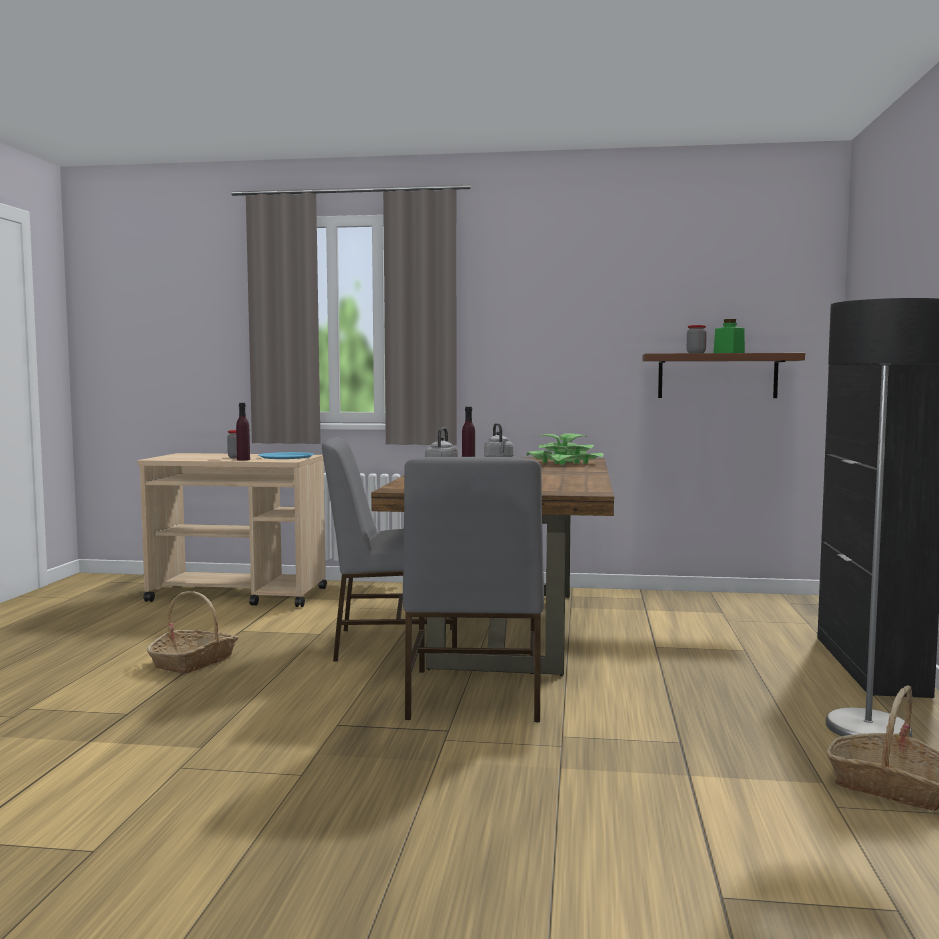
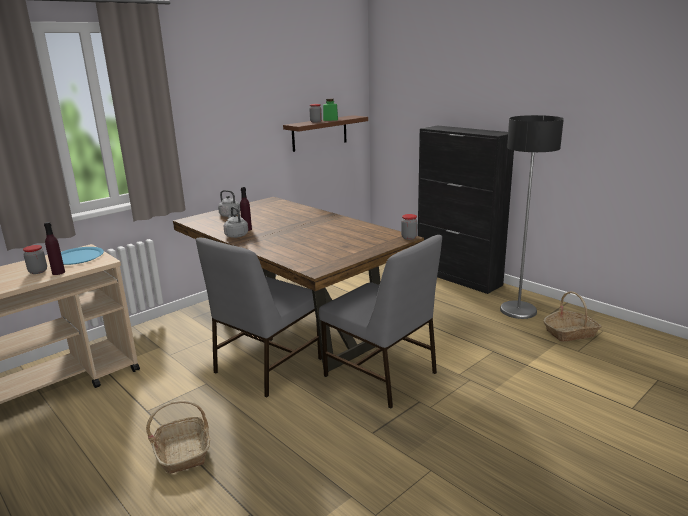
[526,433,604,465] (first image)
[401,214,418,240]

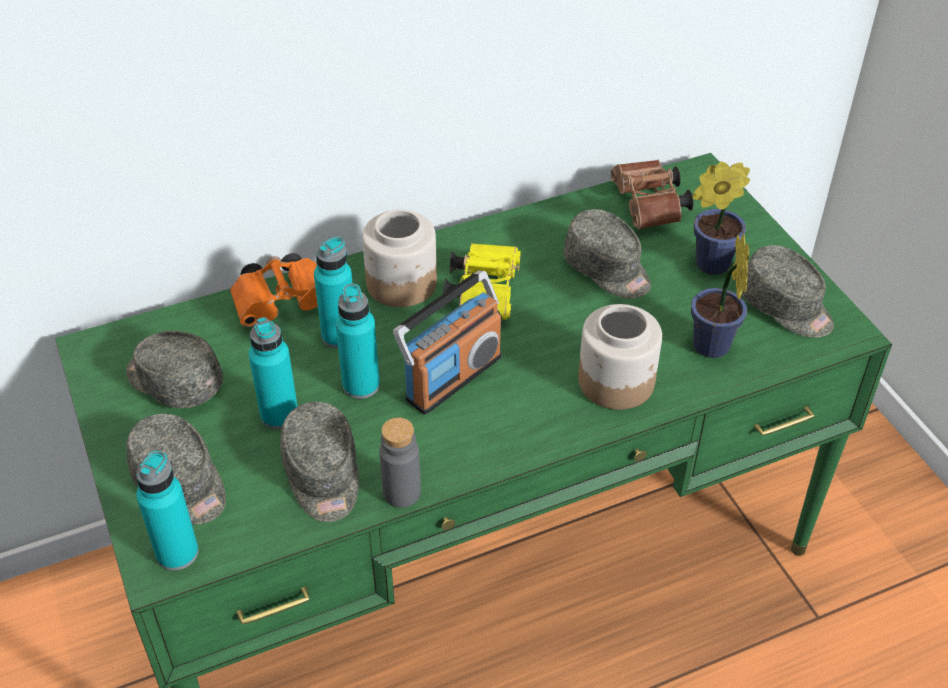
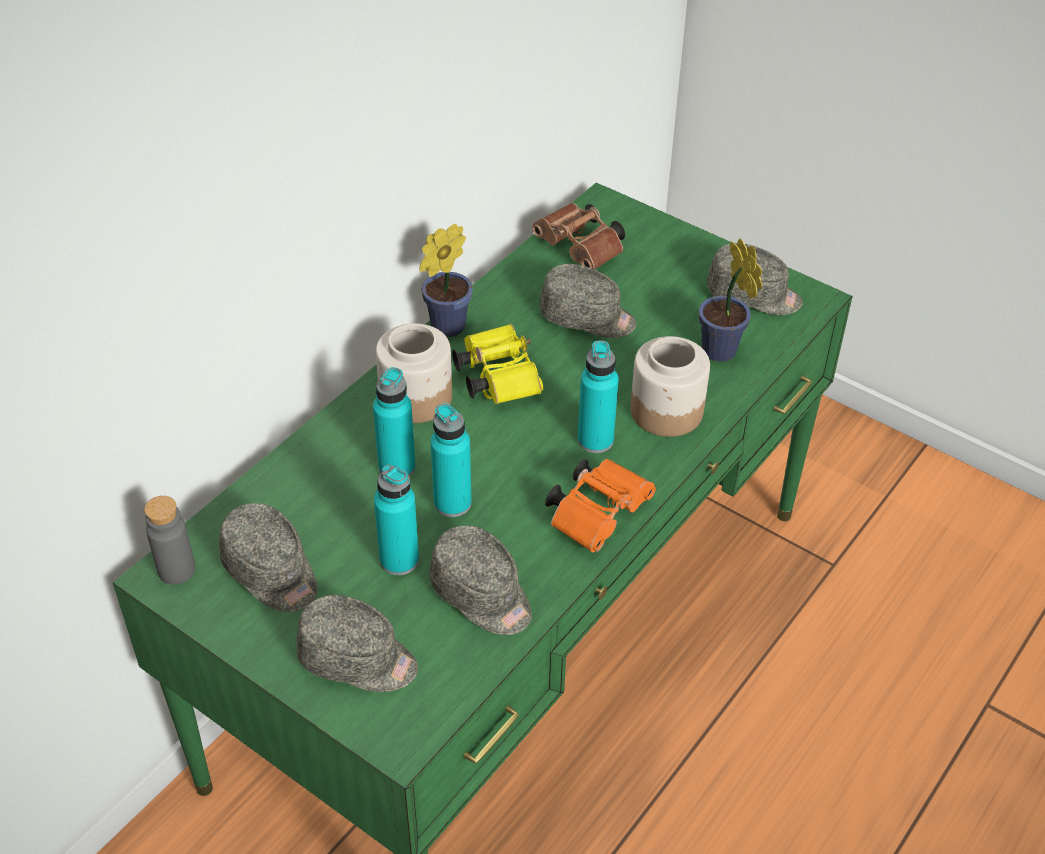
[419,224,473,337]
[545,459,656,553]
[393,270,502,415] (first image)
[219,503,317,612]
[144,496,195,585]
[578,340,619,453]

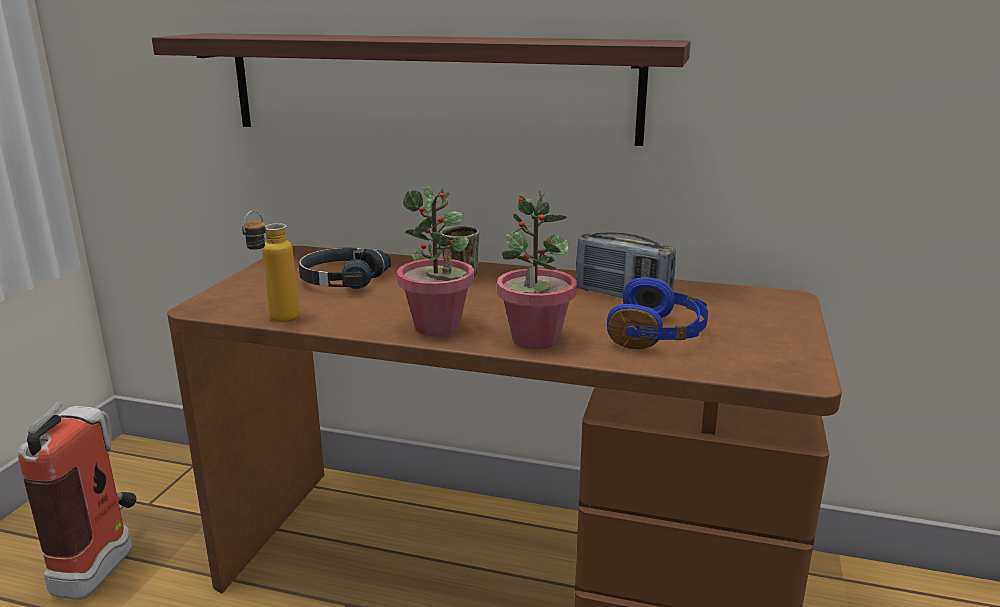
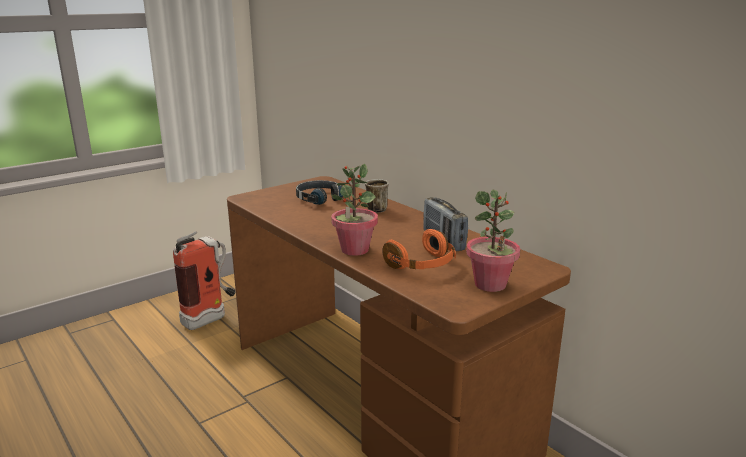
[152,33,691,146] (first image)
[466,189,520,292]
[242,211,299,322] (first image)
[383,229,456,269]

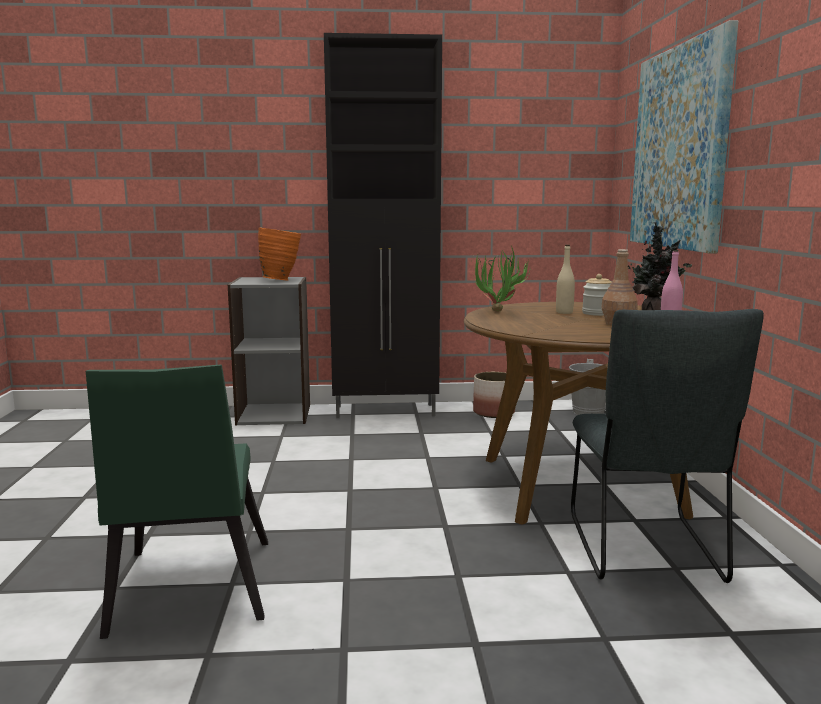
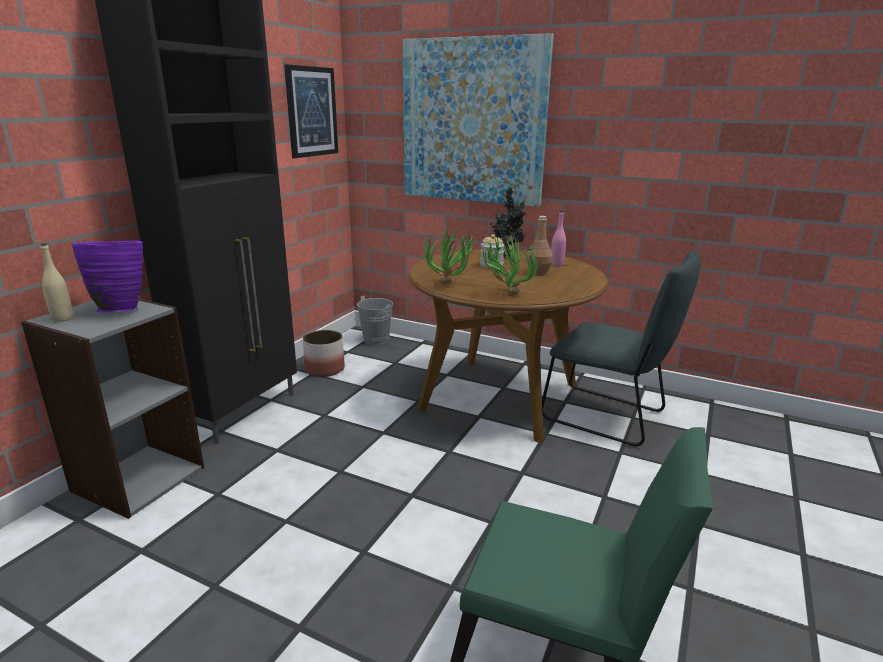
[72,240,143,313]
[41,243,73,322]
[284,64,338,158]
[482,234,538,295]

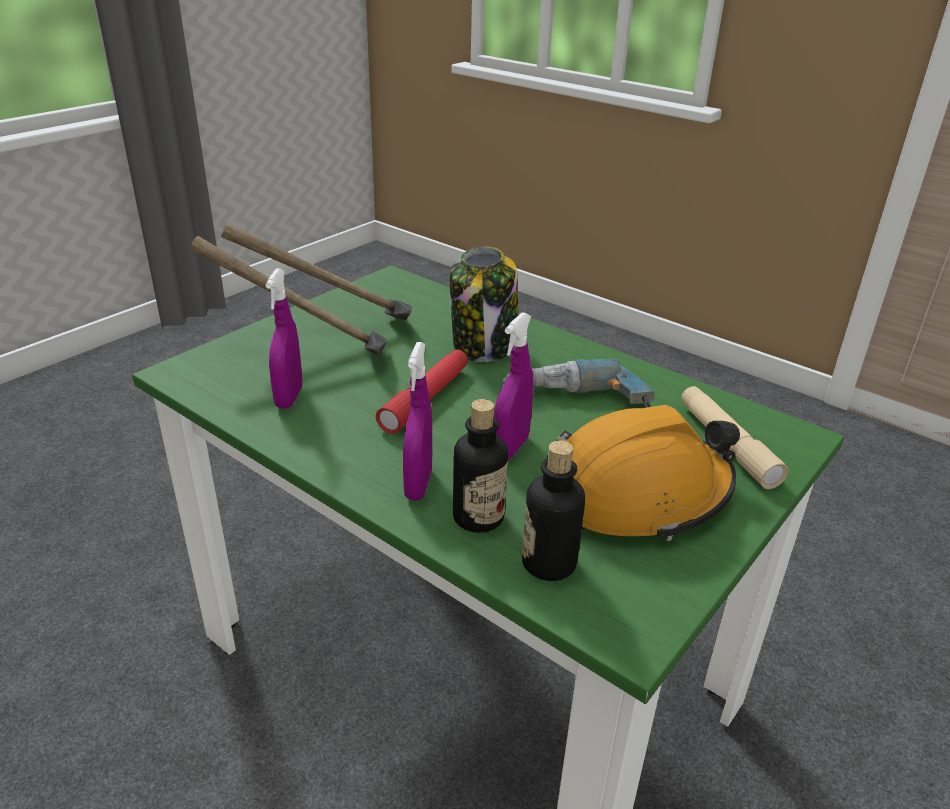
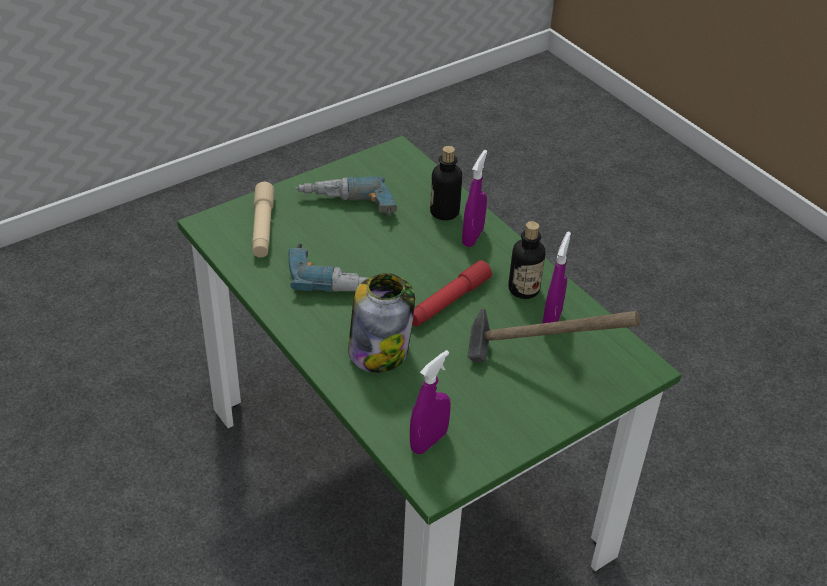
[221,223,412,320] (first image)
[410,350,451,454]
[296,176,397,217]
[509,221,545,299]

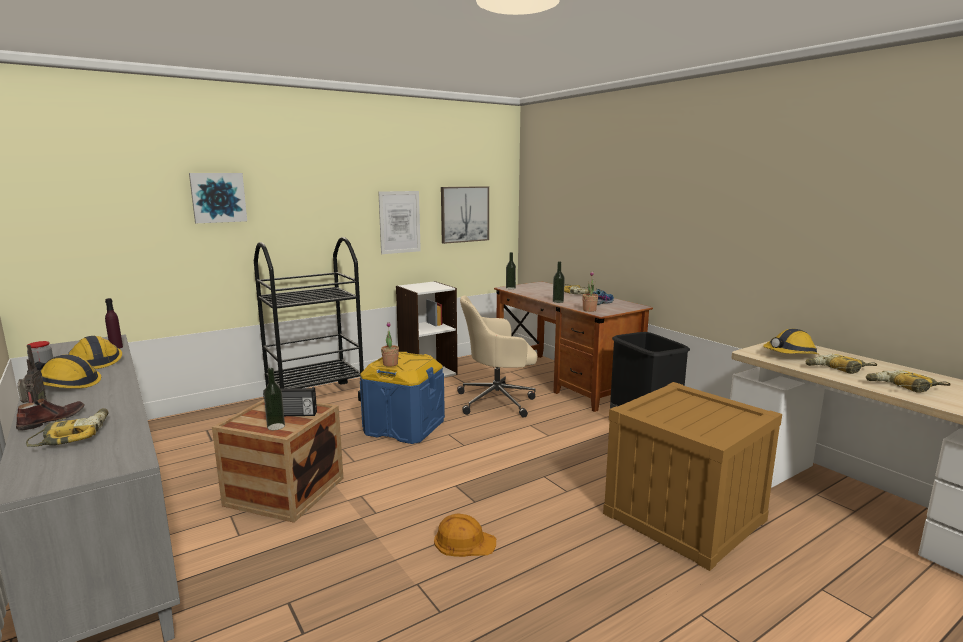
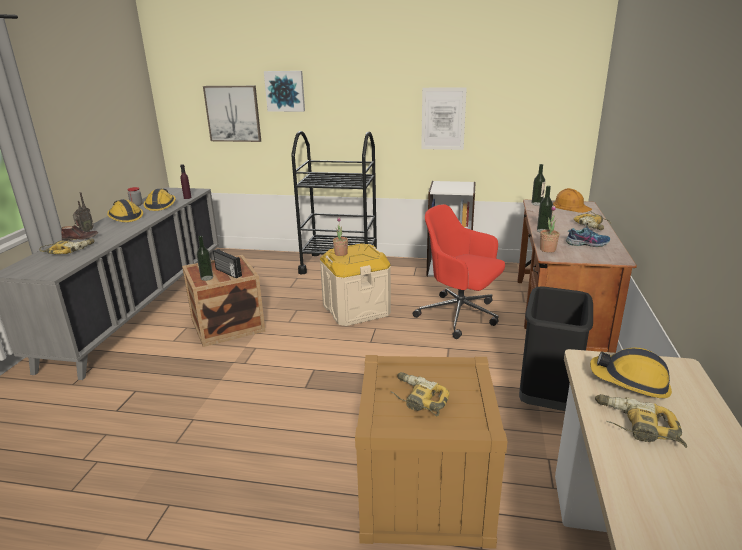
[203,86,261,142]
[413,204,505,339]
[320,243,391,326]
[391,372,450,417]
[553,188,592,213]

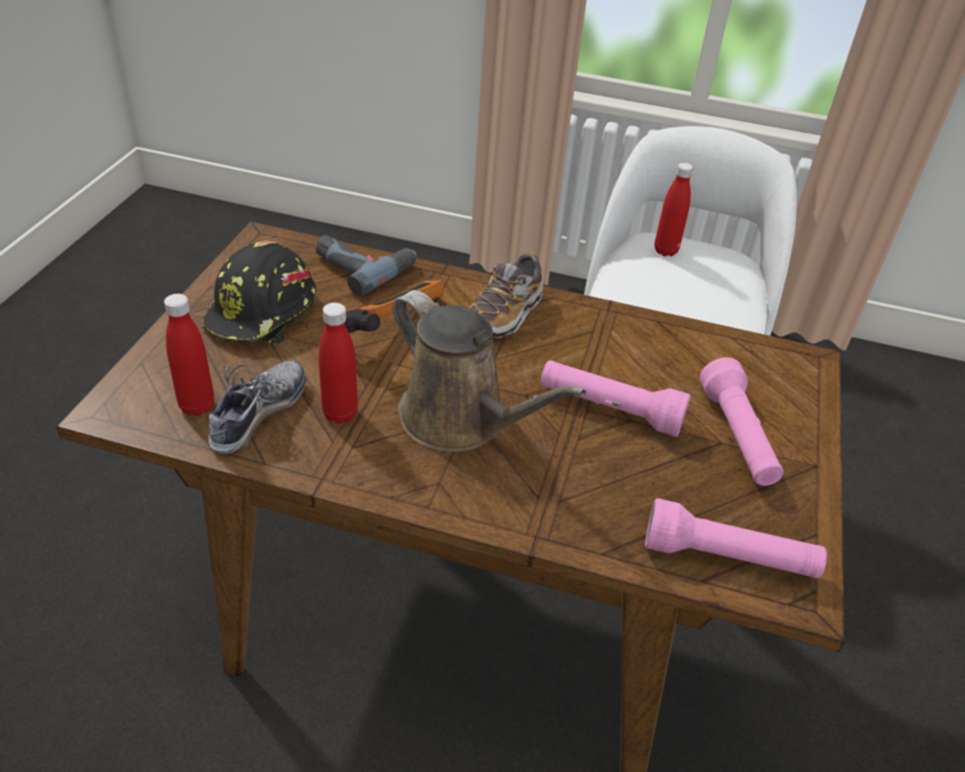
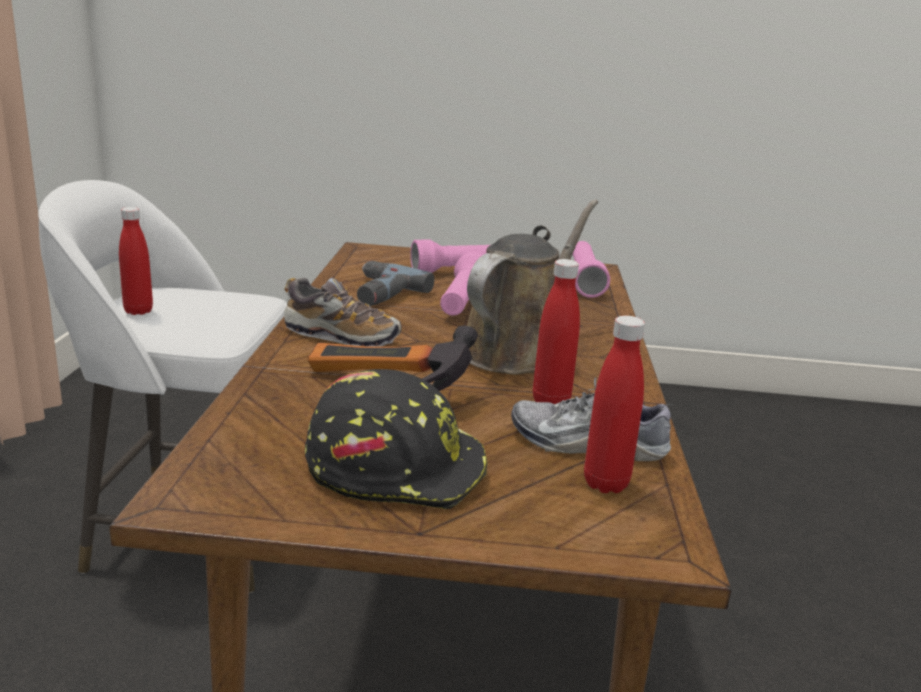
[357,261,434,306]

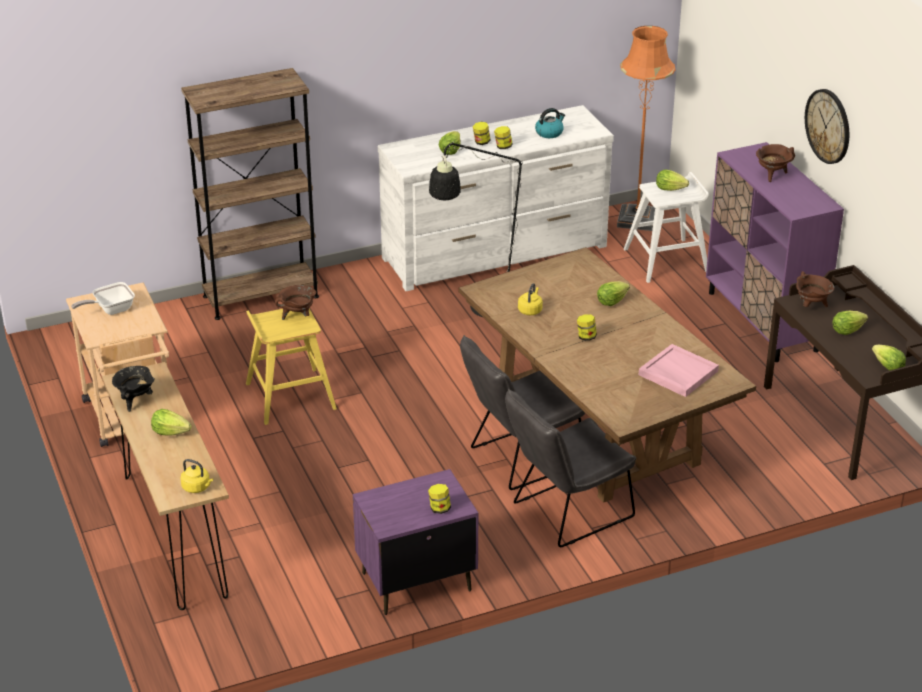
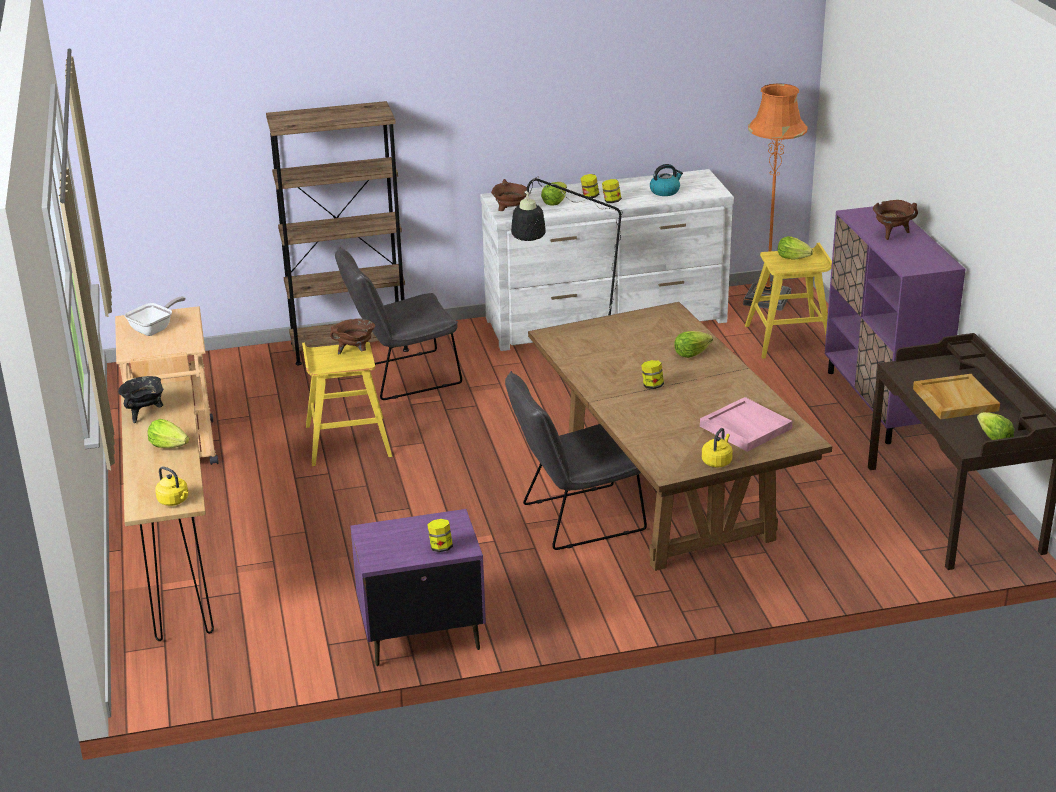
[805,89,849,164] (first image)
[745,243,832,359]
[491,179,529,211]
[124,296,186,336]
[702,428,733,467]
[913,374,1000,420]
[335,247,462,400]

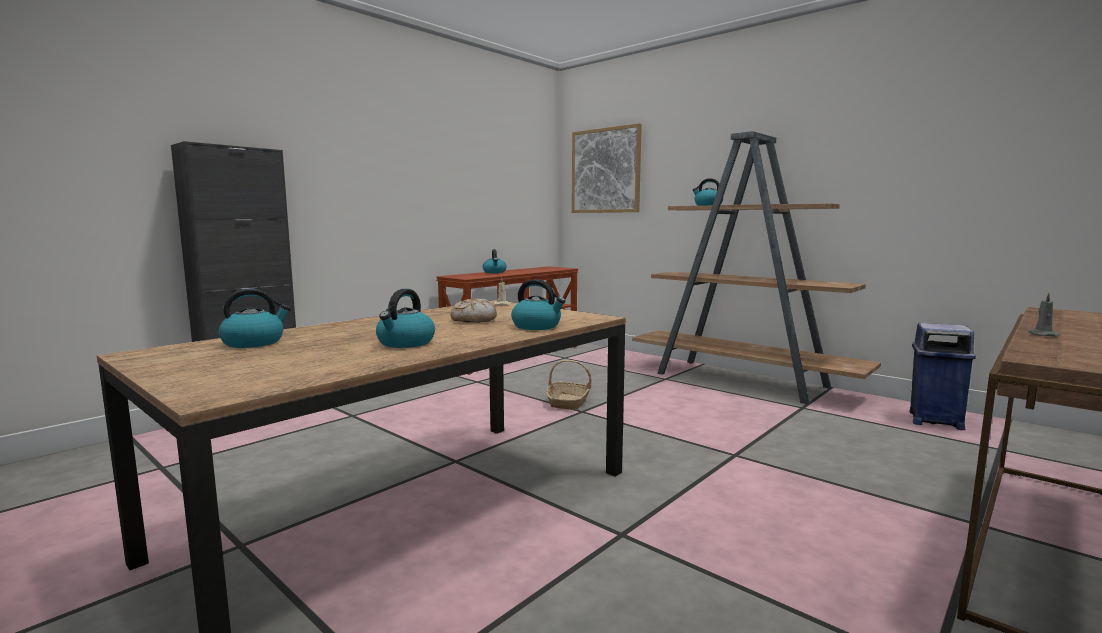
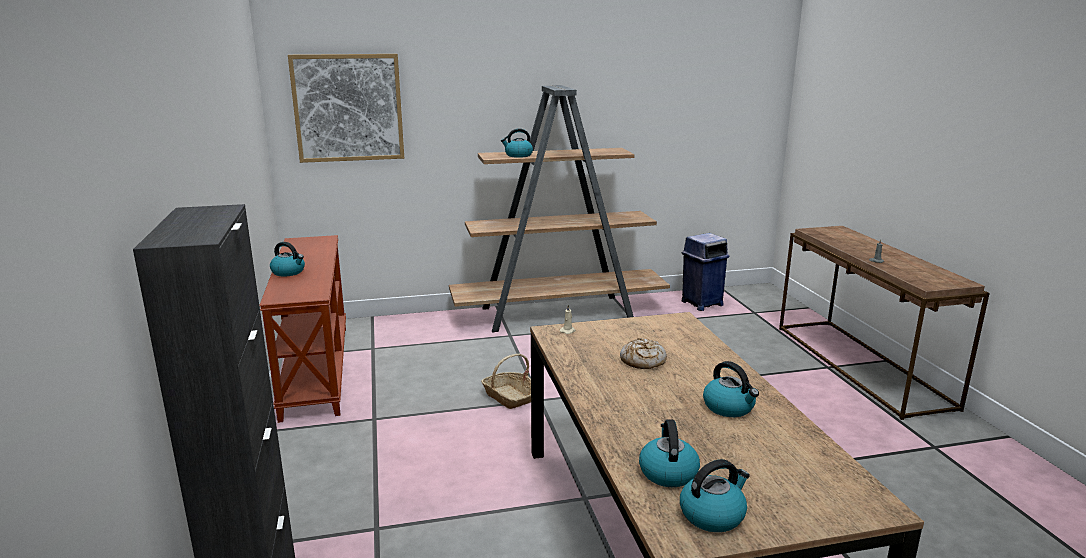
[680,459,750,532]

